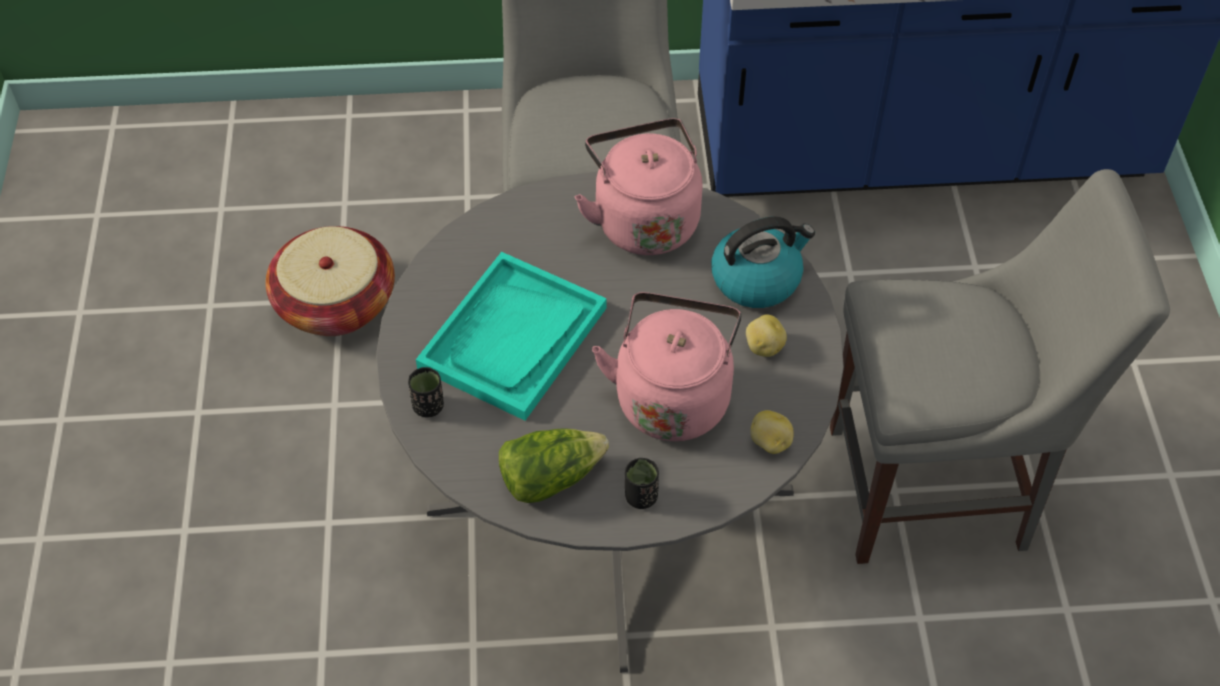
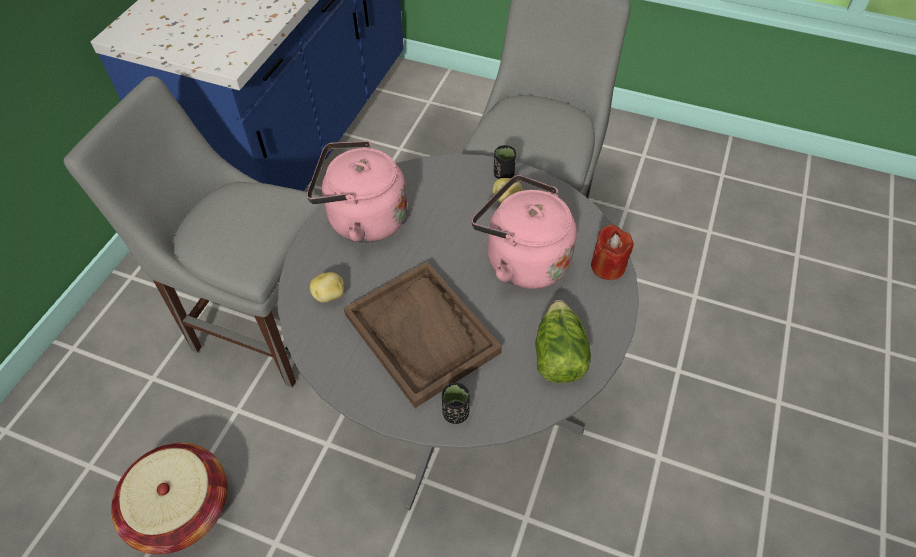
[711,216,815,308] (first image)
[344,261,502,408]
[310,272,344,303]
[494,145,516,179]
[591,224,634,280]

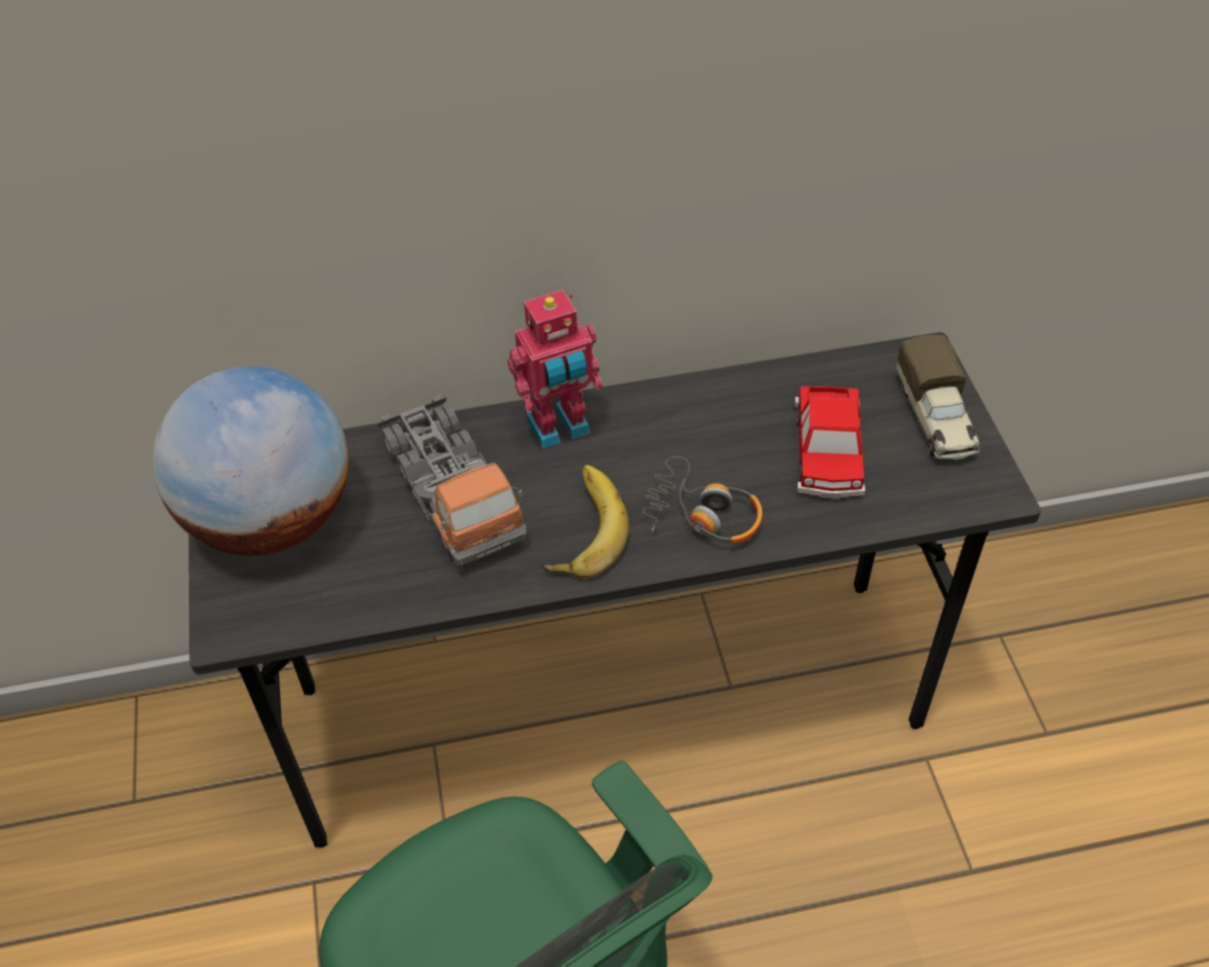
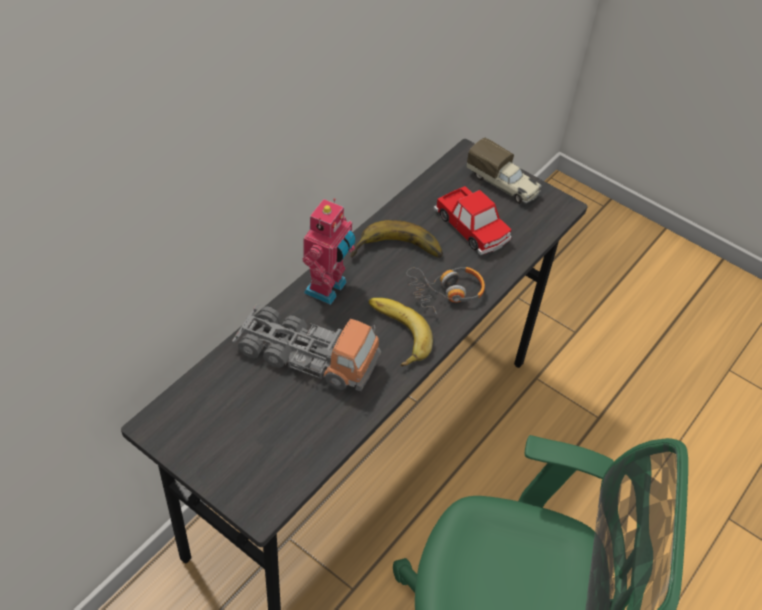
[153,366,349,556] (first image)
[350,220,443,258]

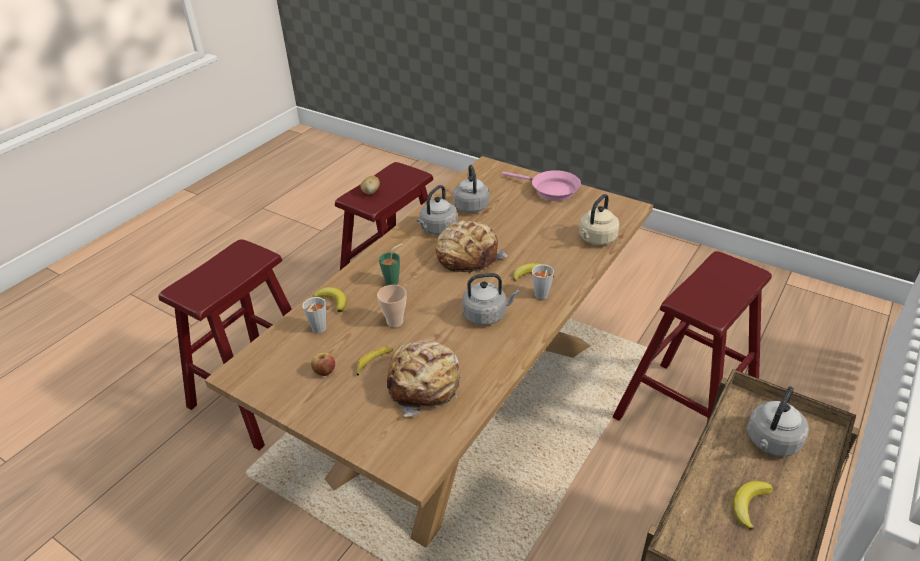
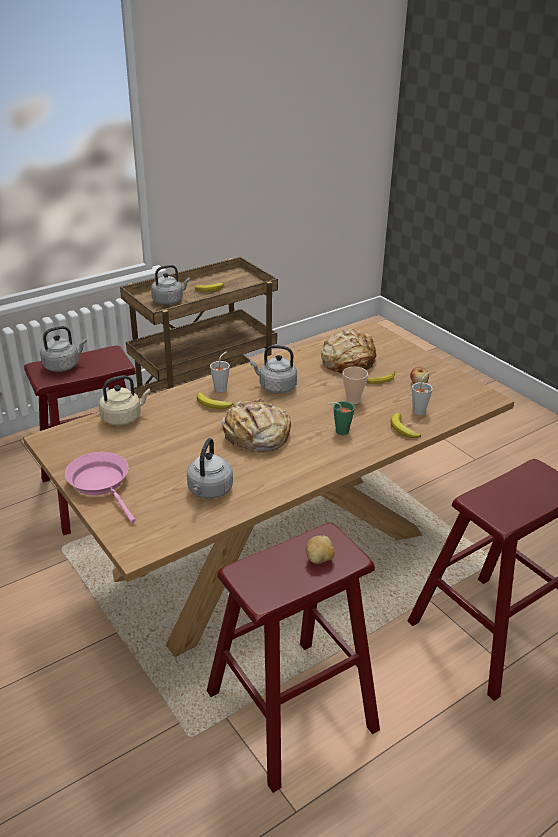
[40,326,87,372]

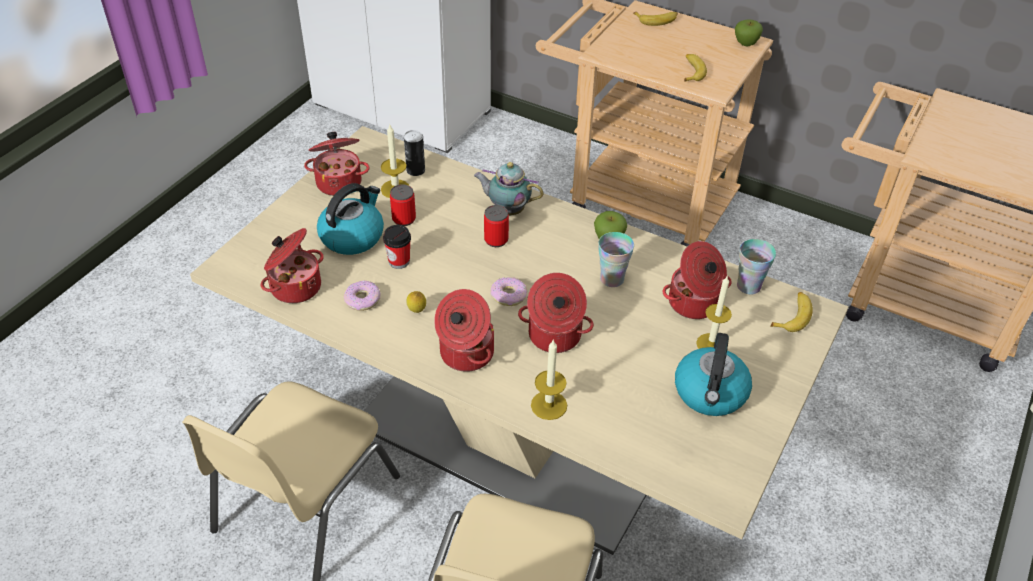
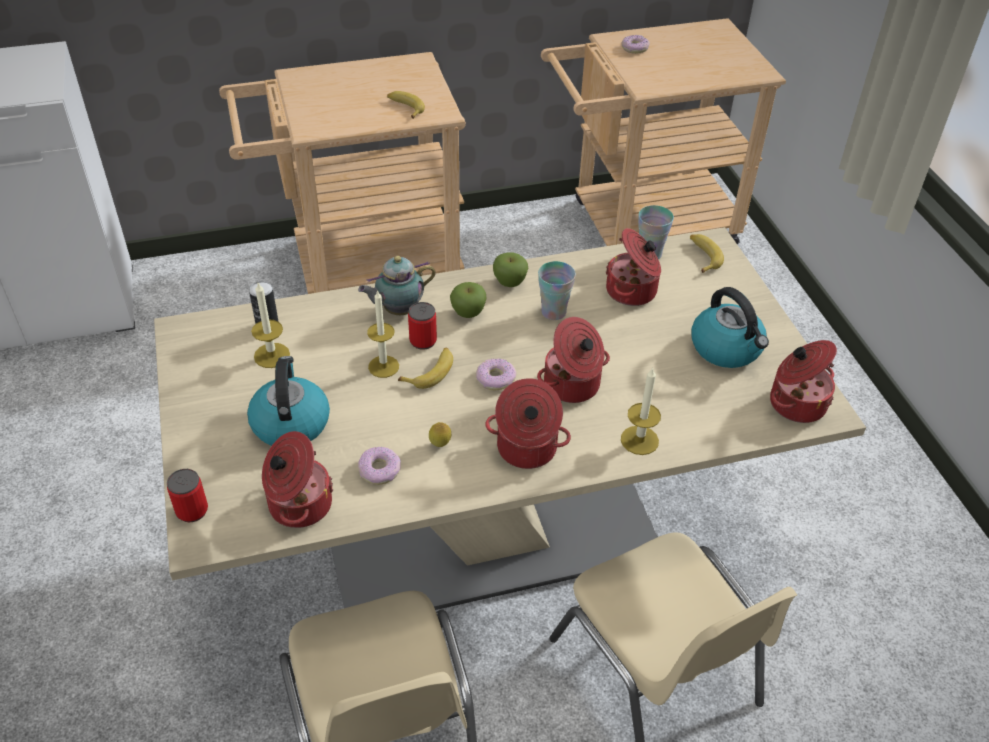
[398,348,453,389]
[450,282,486,318]
[770,340,837,423]
[167,469,208,522]
[383,225,411,269] (first image)
[367,290,399,378]
[622,35,650,54]

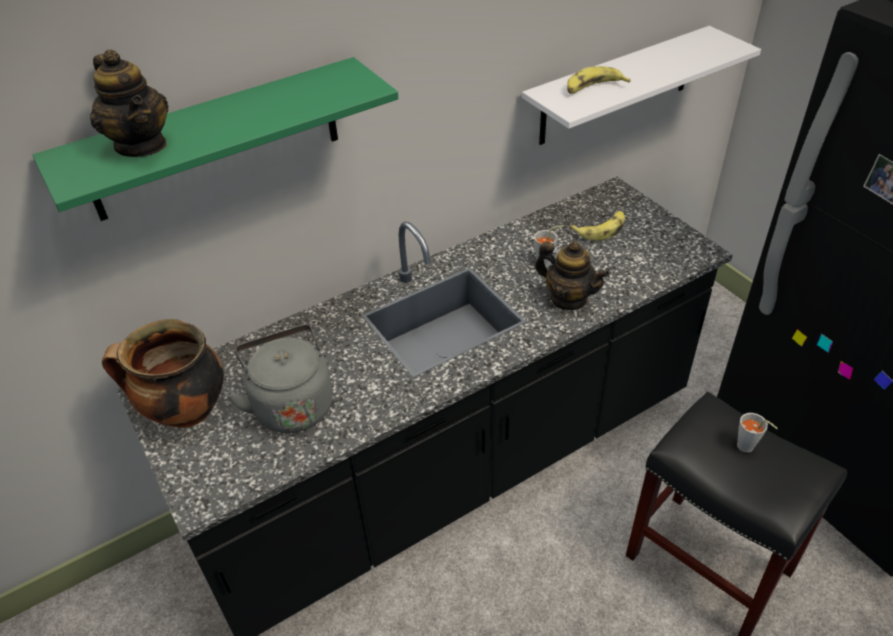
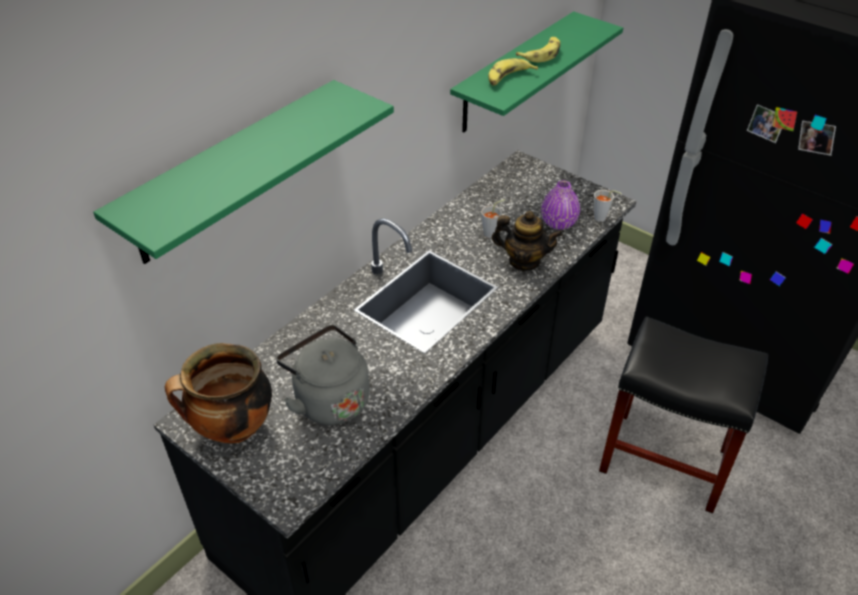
[450,11,623,133]
[90,50,168,157] (first image)
[516,37,560,62]
[594,190,622,222]
[541,181,580,230]

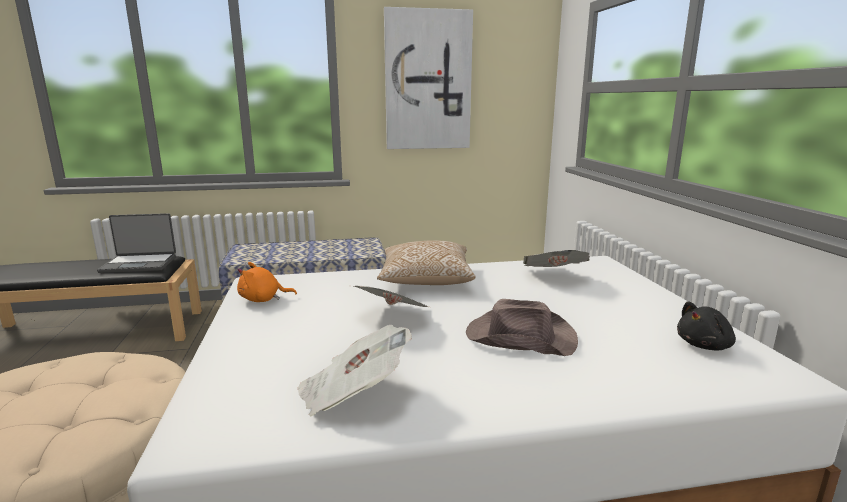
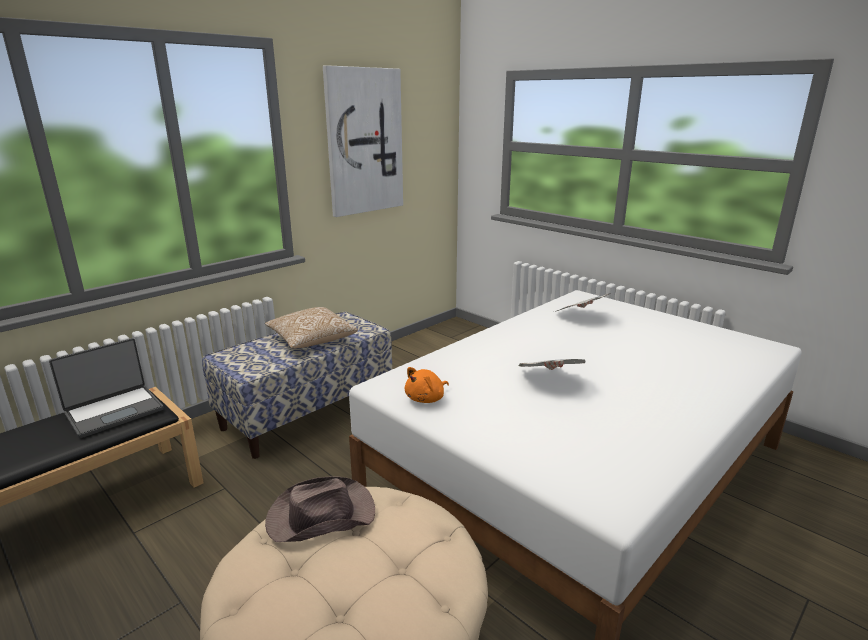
[265,307,358,348]
[265,477,375,542]
[677,301,736,350] (first image)
[297,325,412,417] (first image)

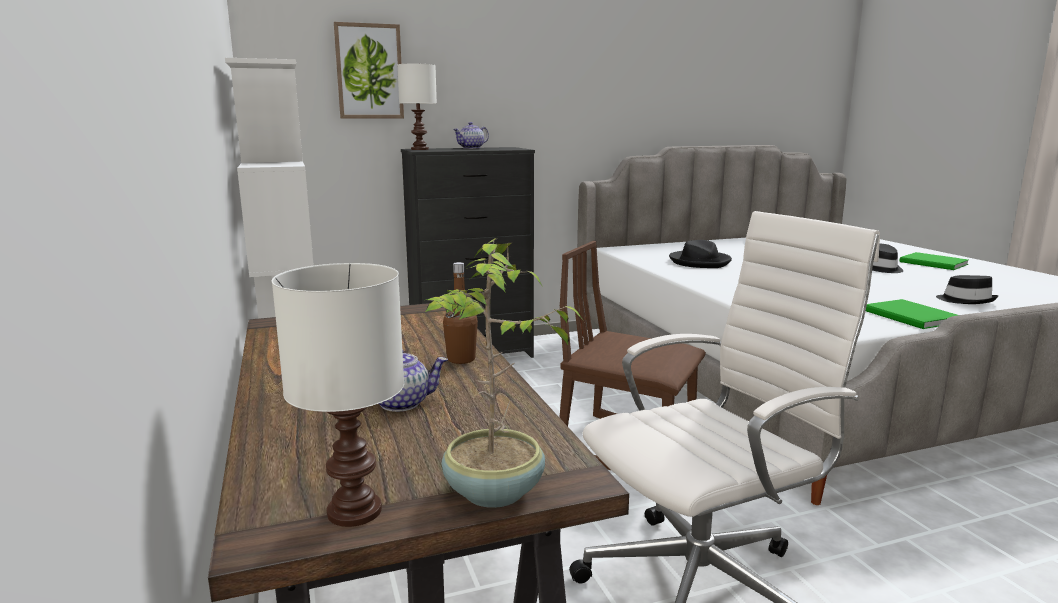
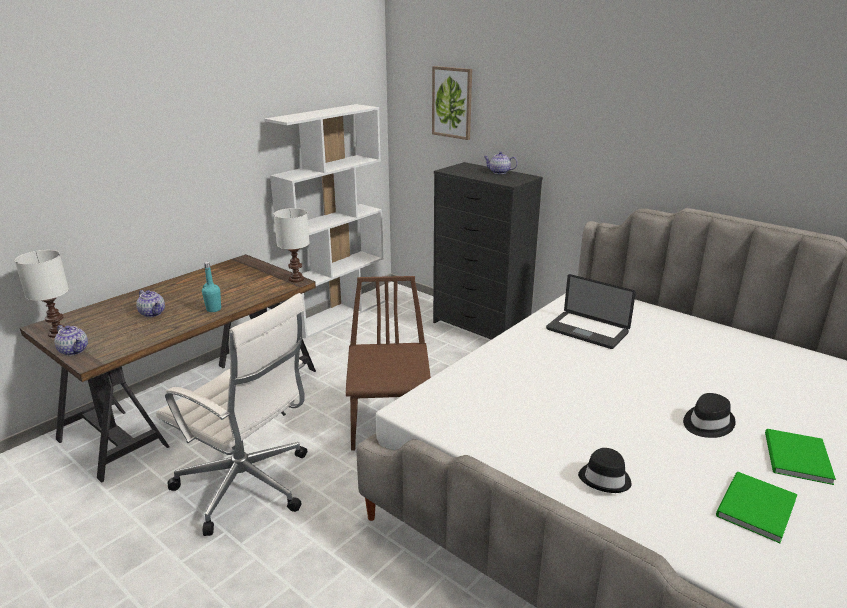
[274,208,310,282]
[54,325,88,356]
[546,274,636,349]
[202,262,221,312]
[716,472,798,543]

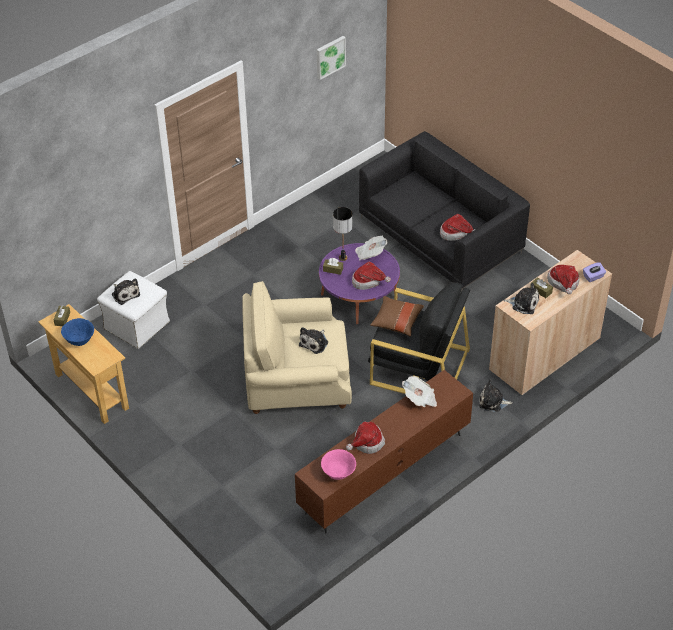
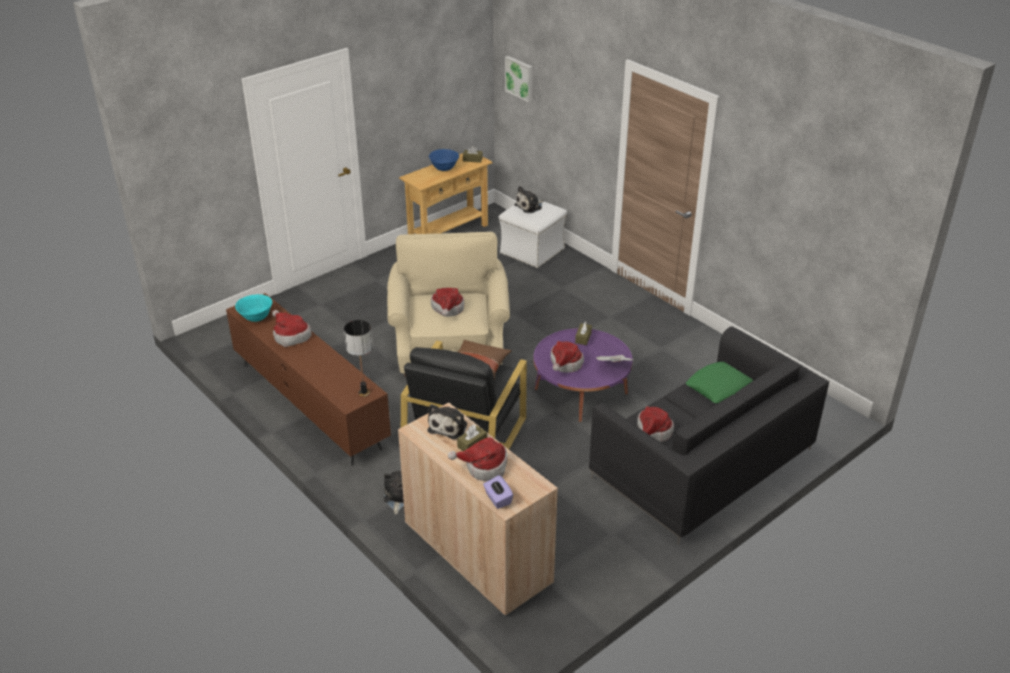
[505,56,533,102]
[344,320,373,397]
[431,288,464,317]
[402,376,437,407] (first image)
[235,294,272,322]
[686,362,753,403]

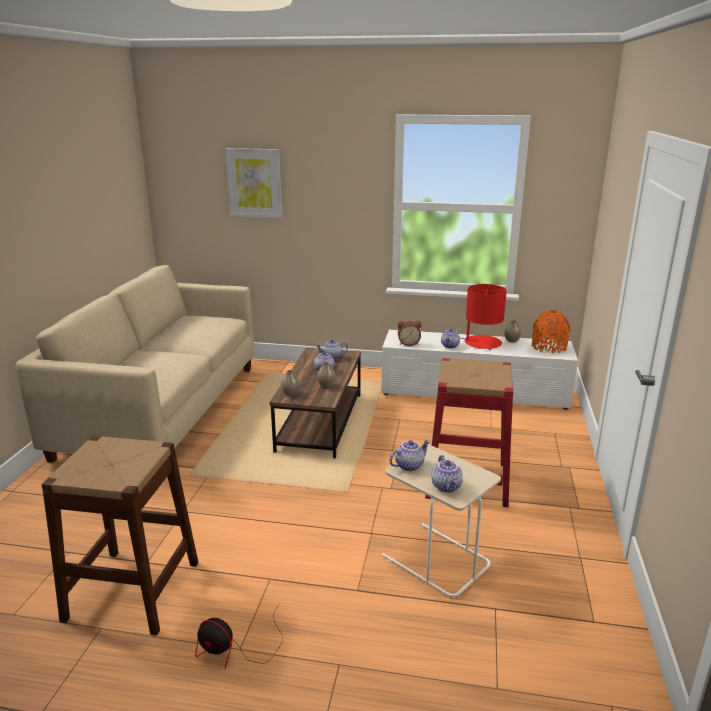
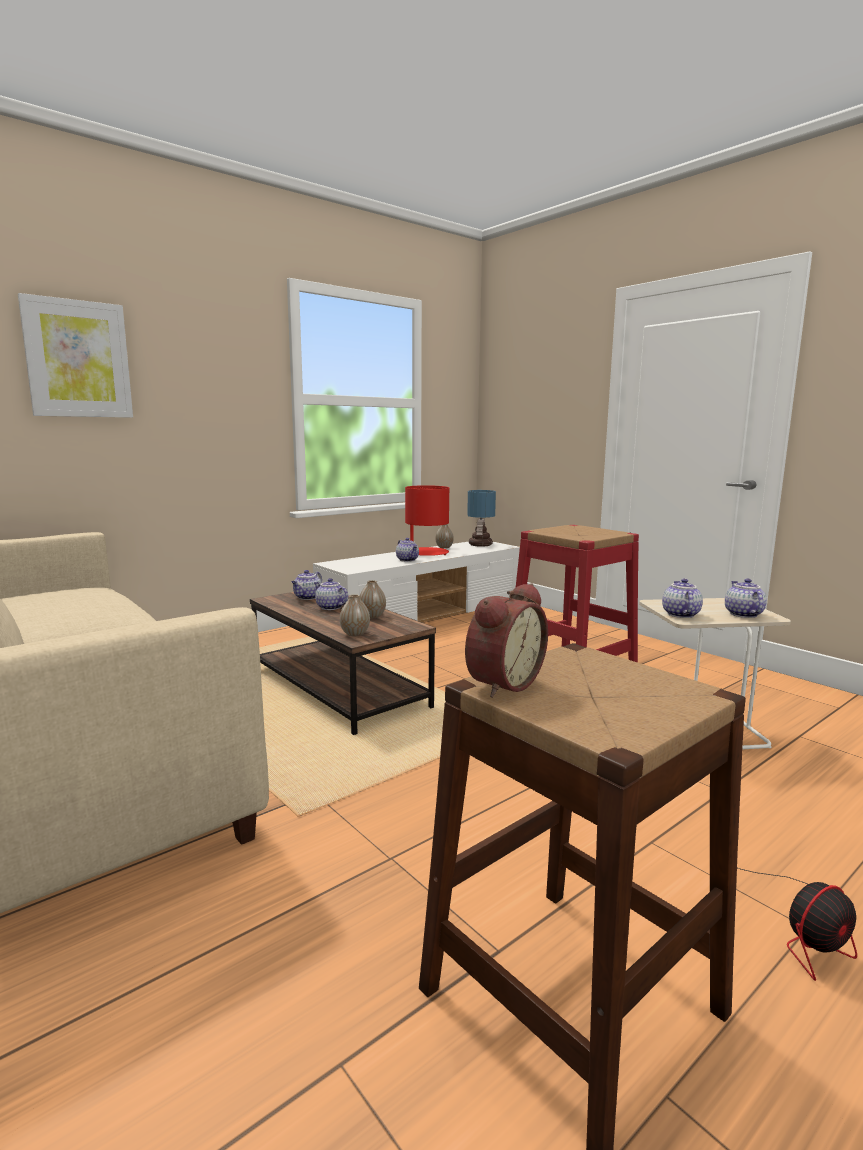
[467,490,496,547]
[465,583,548,698]
[725,579,767,618]

